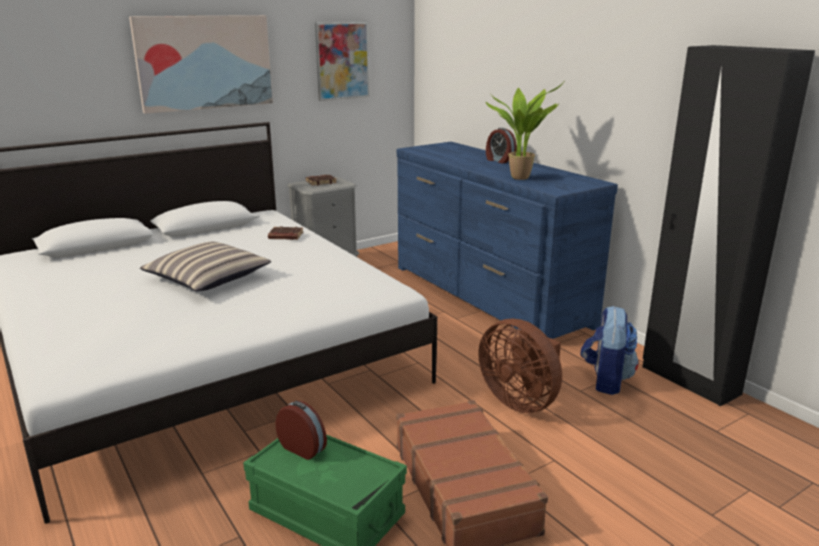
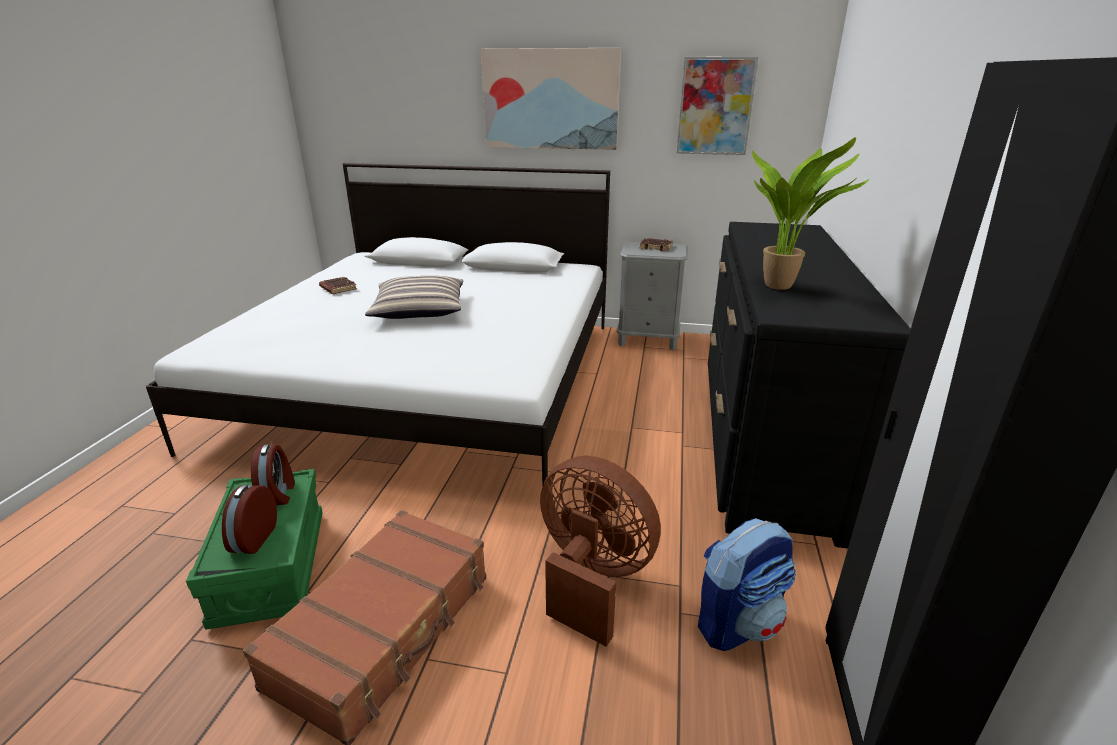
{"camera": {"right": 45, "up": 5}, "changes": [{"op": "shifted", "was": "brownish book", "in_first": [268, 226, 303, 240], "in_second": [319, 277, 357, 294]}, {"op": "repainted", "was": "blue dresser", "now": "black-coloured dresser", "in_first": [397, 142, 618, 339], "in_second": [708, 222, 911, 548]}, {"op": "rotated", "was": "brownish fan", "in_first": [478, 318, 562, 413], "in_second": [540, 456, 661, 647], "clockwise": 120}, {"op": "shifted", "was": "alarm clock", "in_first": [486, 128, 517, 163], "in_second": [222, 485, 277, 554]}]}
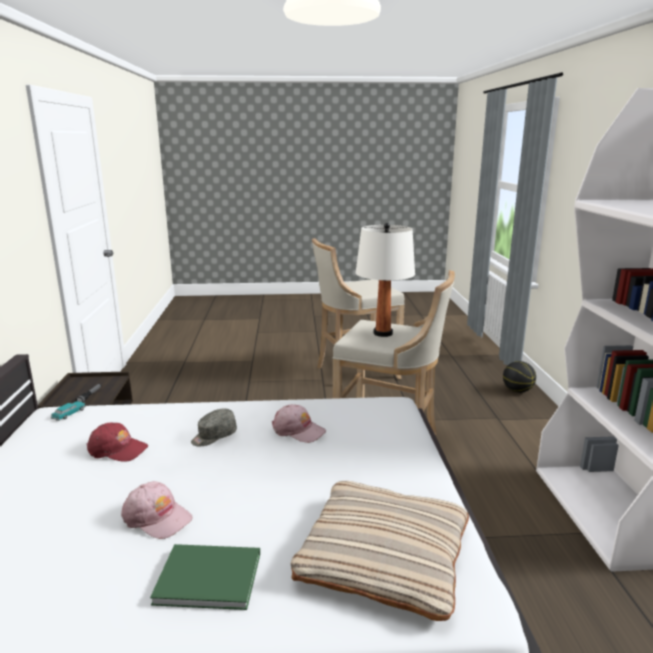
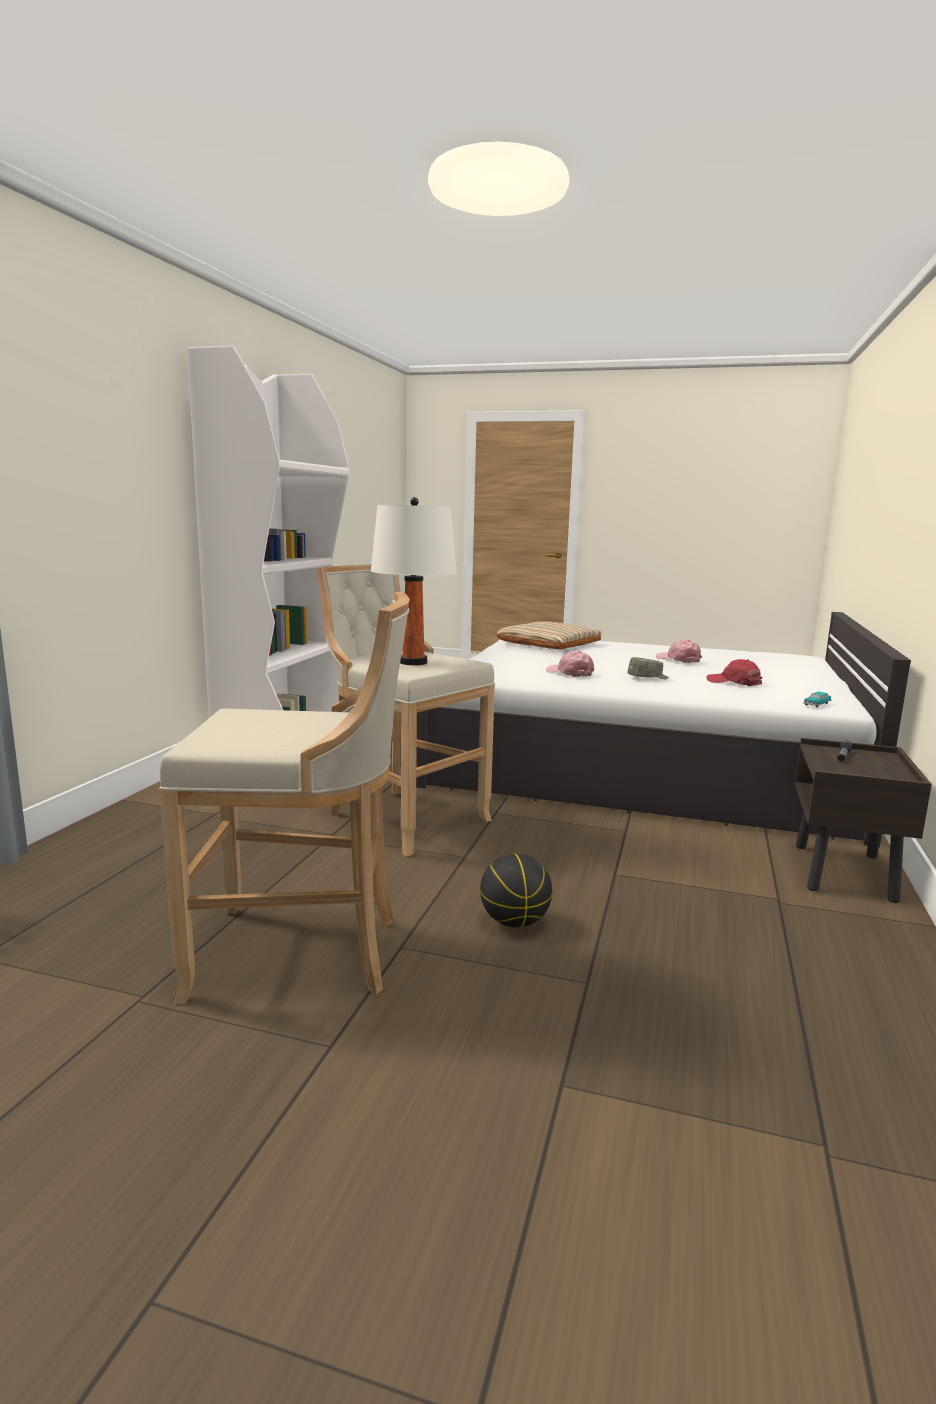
{"camera": {"right": -160, "up": -5}, "changes": [{"op": "gone", "was": "green book", "in_first": [150, 544, 260, 610]}, {"op": "shifted", "was": "basketball", "in_first": [503, 361, 536, 393], "in_second": [480, 853, 552, 927]}]}
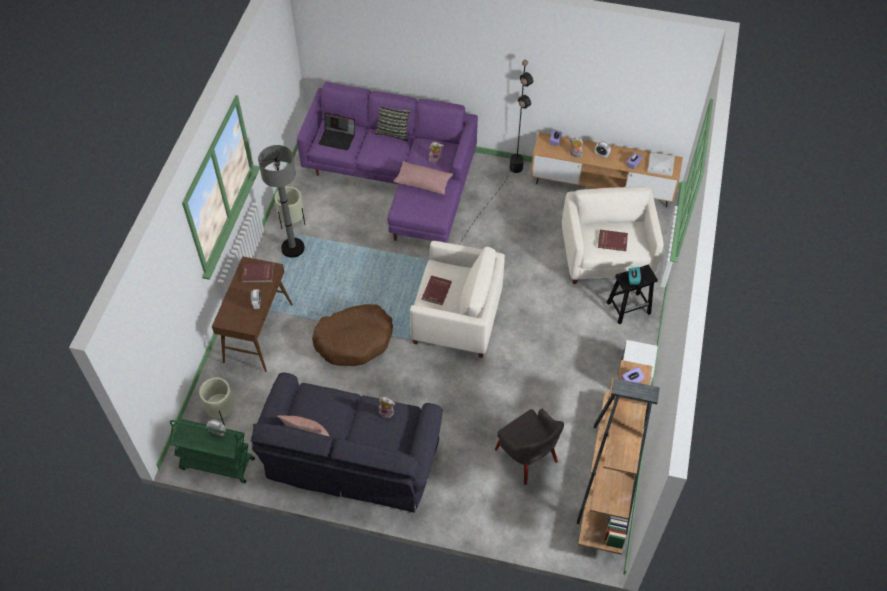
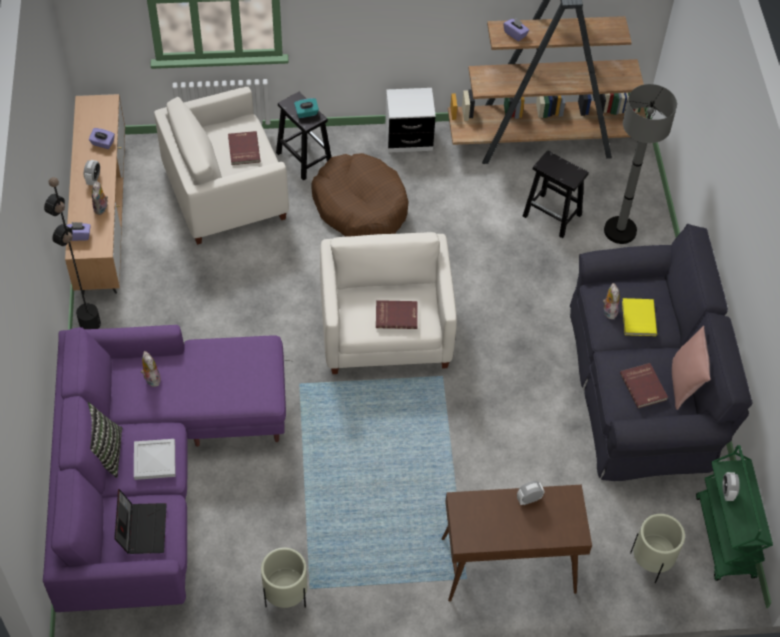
{"camera": {"right": -110, "up": 0}, "changes": [{"op": "shifted", "was": "red book", "in_first": [242, 262, 274, 282], "in_second": [620, 363, 668, 408]}, {"op": "shifted", "was": "grey standing lamp", "in_first": [258, 145, 305, 258], "in_second": [604, 84, 677, 244]}, {"op": "shifted", "was": "brownish dog bed", "in_first": [312, 304, 393, 366], "in_second": [312, 153, 409, 237]}, {"op": "gone", "was": "pink-coloured cushion", "in_first": [393, 161, 453, 195]}, {"op": "swapped", "was": "grey lounge chair", "now": "black-coloured sitting stool", "in_first": [495, 409, 564, 485], "in_second": [523, 150, 589, 238]}, {"op": "shifted", "was": "white-coloured serving tray", "in_first": [648, 152, 675, 176], "in_second": [134, 439, 176, 480]}, {"op": "new", "now": "yellowish book", "in_second": [622, 298, 657, 336]}]}
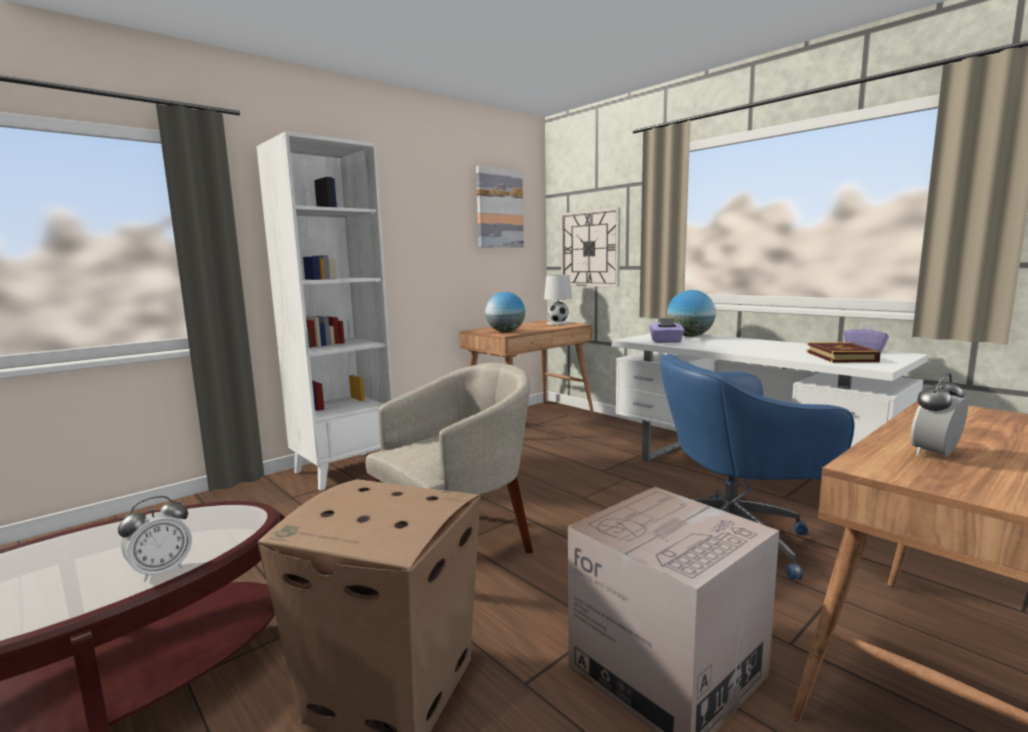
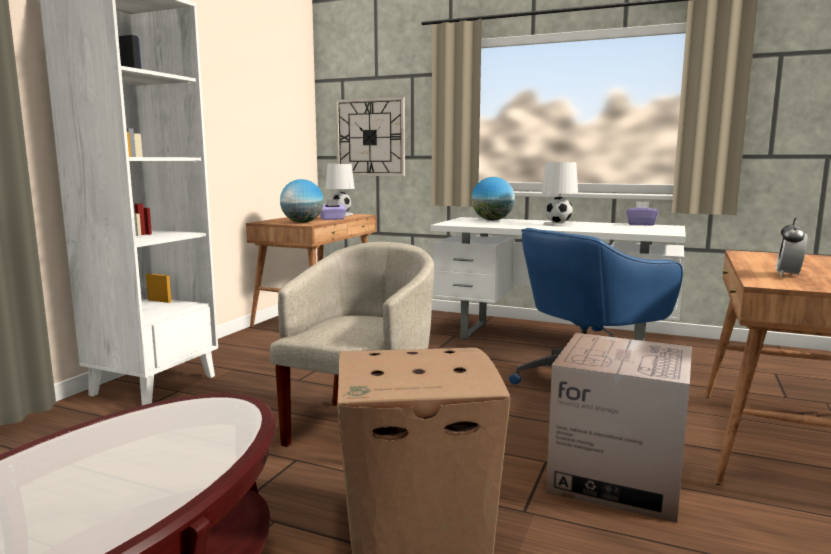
{"camera": {"right": -25, "up": 0}, "changes": [{"op": "gone", "was": "alarm clock", "in_first": [118, 496, 192, 582]}, {"op": "gone", "was": "wall art", "in_first": [476, 166, 524, 247]}, {"op": "shifted", "was": "purple box of tissues", "in_first": [649, 318, 685, 343], "in_second": [320, 199, 347, 220]}, {"op": "gone", "was": "book", "in_first": [806, 342, 881, 363]}, {"op": "new", "now": "white-coloured tabletop lamp", "in_second": [541, 162, 578, 226]}]}
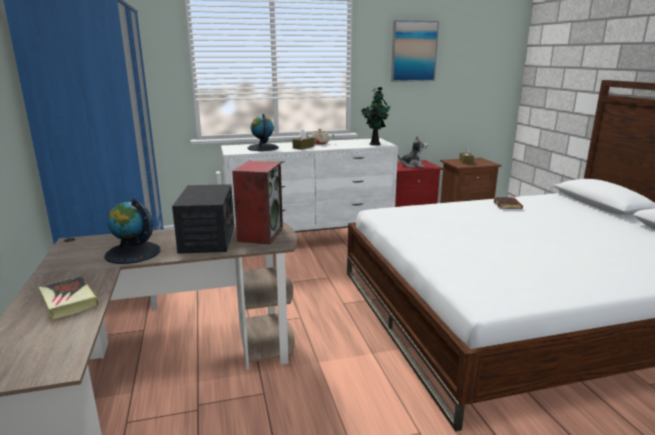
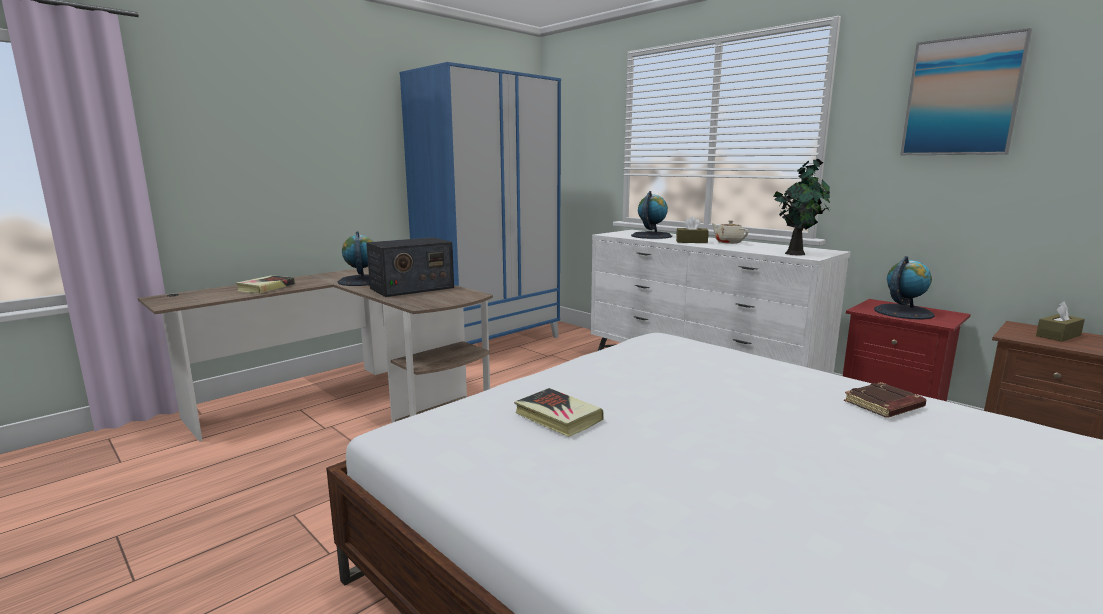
{"camera": {"right": 60, "up": -5}, "changes": [{"op": "gone", "was": "speaker", "in_first": [232, 161, 283, 244]}, {"op": "swapped", "was": "soft toy", "now": "world globe", "in_first": [398, 136, 427, 168], "in_second": [874, 256, 935, 320]}, {"op": "new", "now": "book", "in_second": [514, 388, 604, 437]}]}
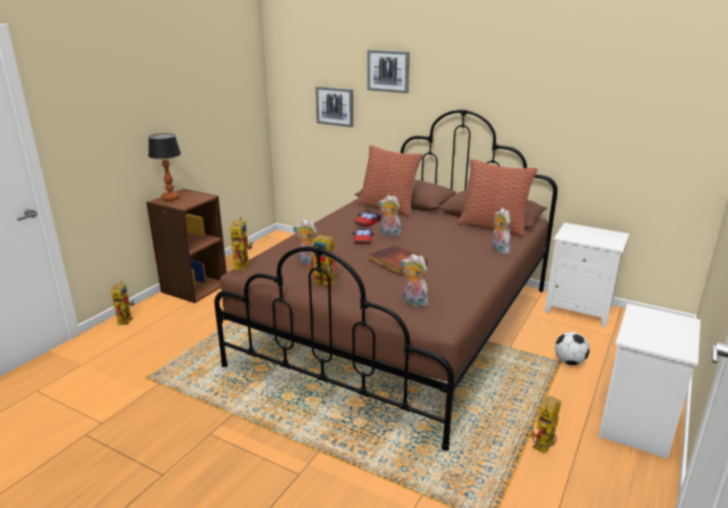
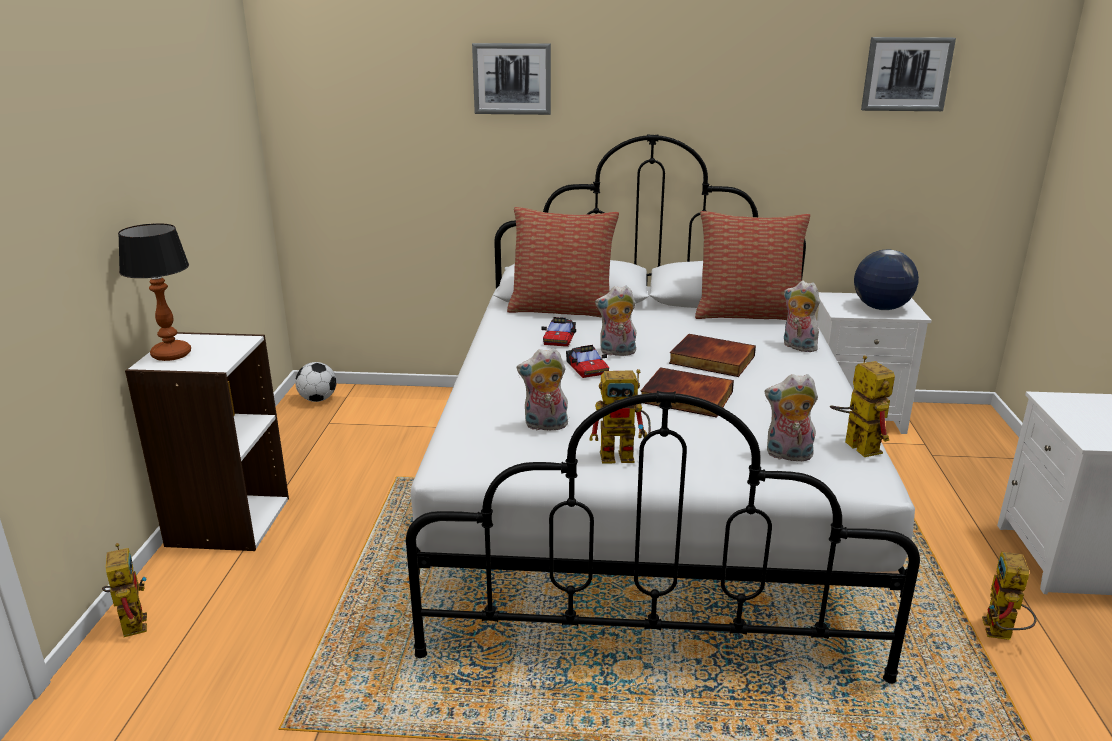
{"camera": {"right": -25, "up": 0}, "changes": [{"op": "repainted", "was": "brownish shelving unit", "now": "white-coloured shelving unit", "in_first": [146, 189, 227, 303], "in_second": [125, 332, 289, 551]}, {"op": "repainted", "was": "brownish bed", "now": "white-coloured bed", "in_first": [214, 109, 558, 451], "in_second": [406, 134, 920, 684]}, {"op": "shifted", "was": "model robot", "in_first": [230, 217, 253, 271], "in_second": [830, 355, 895, 457]}, {"op": "shifted", "was": "wall art", "in_first": [316, 86, 353, 127], "in_second": [861, 37, 956, 111]}, {"op": "shifted", "was": "football ball", "in_first": [555, 332, 590, 365], "in_second": [295, 362, 337, 402]}, {"op": "new", "now": "book", "in_second": [669, 334, 756, 377]}, {"op": "new", "now": "world globe", "in_second": [854, 250, 919, 310]}]}
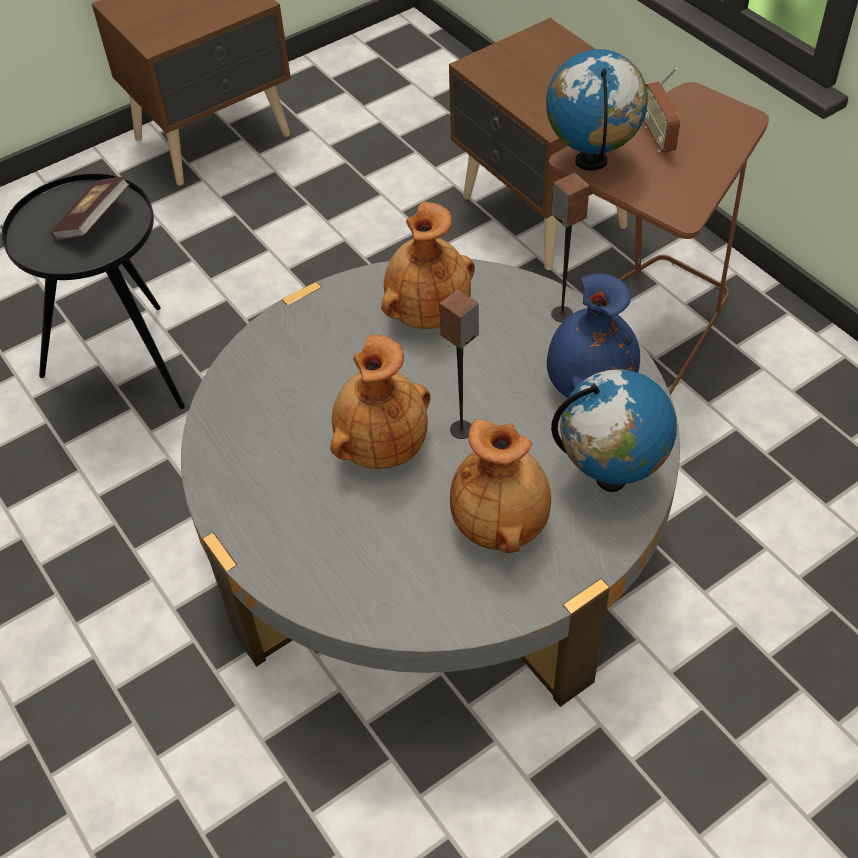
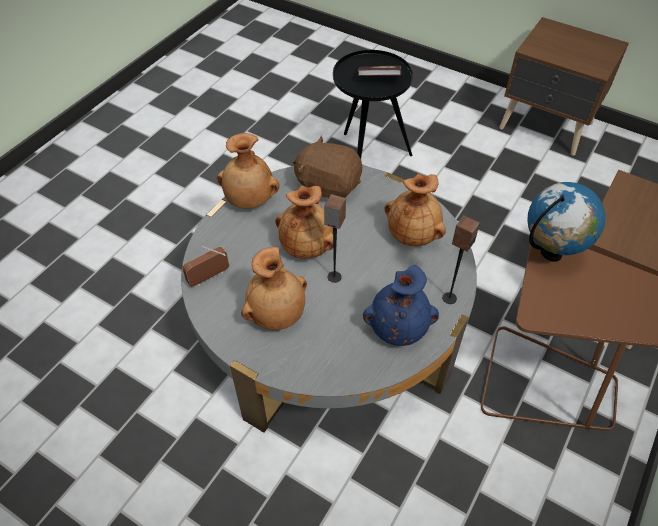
{"camera": {"right": 65, "up": 0}, "changes": [{"op": "gone", "was": "world globe", "in_first": [551, 369, 677, 492]}, {"op": "shifted", "was": "radio", "in_first": [644, 68, 680, 152], "in_second": [182, 246, 229, 287]}, {"op": "new", "now": "brownish decorative vase", "in_second": [217, 133, 279, 209]}, {"op": "new", "now": "brownish soft toy", "in_second": [293, 136, 362, 198]}]}
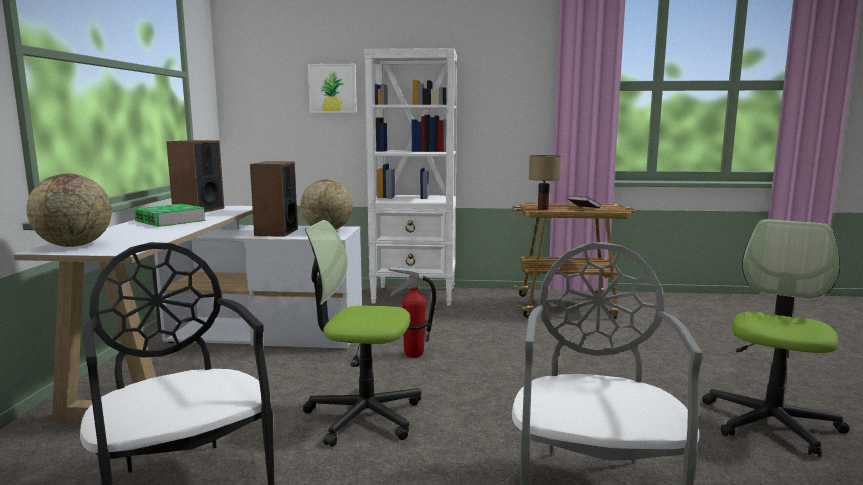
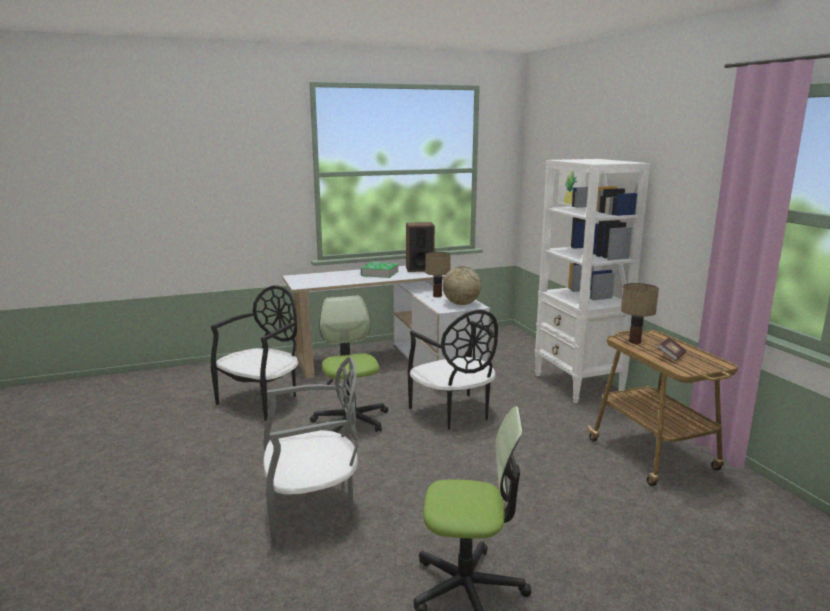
{"camera": {"right": 65, "up": 5}, "changes": [{"op": "gone", "was": "world globe", "in_first": [26, 174, 112, 247]}, {"op": "swapped", "was": "speaker", "now": "tabletop lamp", "in_first": [250, 161, 298, 237], "in_second": [425, 252, 451, 297]}, {"op": "swapped", "was": "extinguisher", "now": "black-coloured plain chair", "in_first": [388, 267, 436, 358], "in_second": [408, 310, 498, 430]}]}
